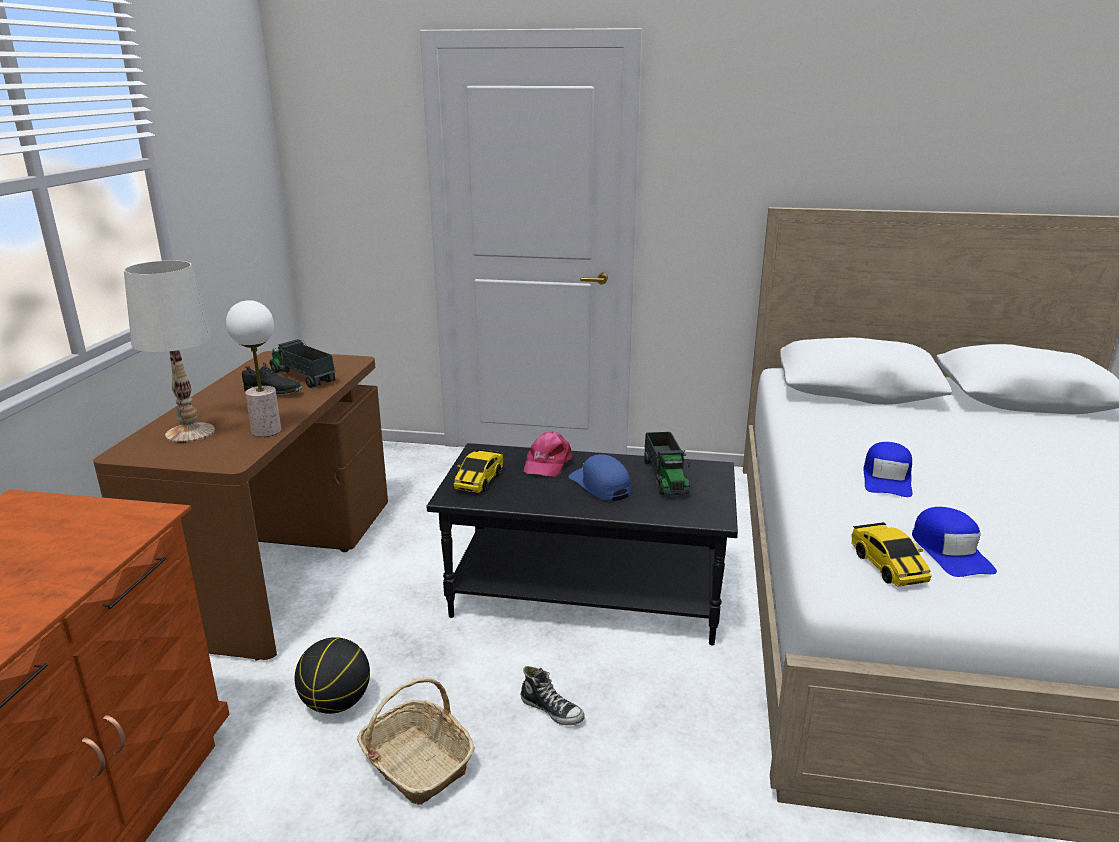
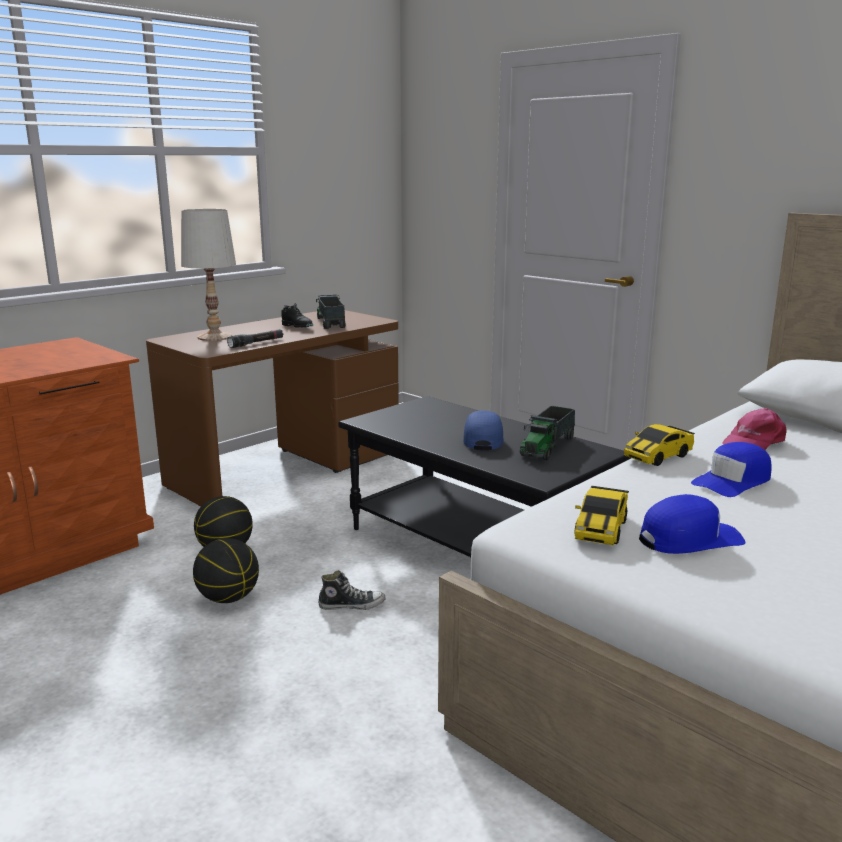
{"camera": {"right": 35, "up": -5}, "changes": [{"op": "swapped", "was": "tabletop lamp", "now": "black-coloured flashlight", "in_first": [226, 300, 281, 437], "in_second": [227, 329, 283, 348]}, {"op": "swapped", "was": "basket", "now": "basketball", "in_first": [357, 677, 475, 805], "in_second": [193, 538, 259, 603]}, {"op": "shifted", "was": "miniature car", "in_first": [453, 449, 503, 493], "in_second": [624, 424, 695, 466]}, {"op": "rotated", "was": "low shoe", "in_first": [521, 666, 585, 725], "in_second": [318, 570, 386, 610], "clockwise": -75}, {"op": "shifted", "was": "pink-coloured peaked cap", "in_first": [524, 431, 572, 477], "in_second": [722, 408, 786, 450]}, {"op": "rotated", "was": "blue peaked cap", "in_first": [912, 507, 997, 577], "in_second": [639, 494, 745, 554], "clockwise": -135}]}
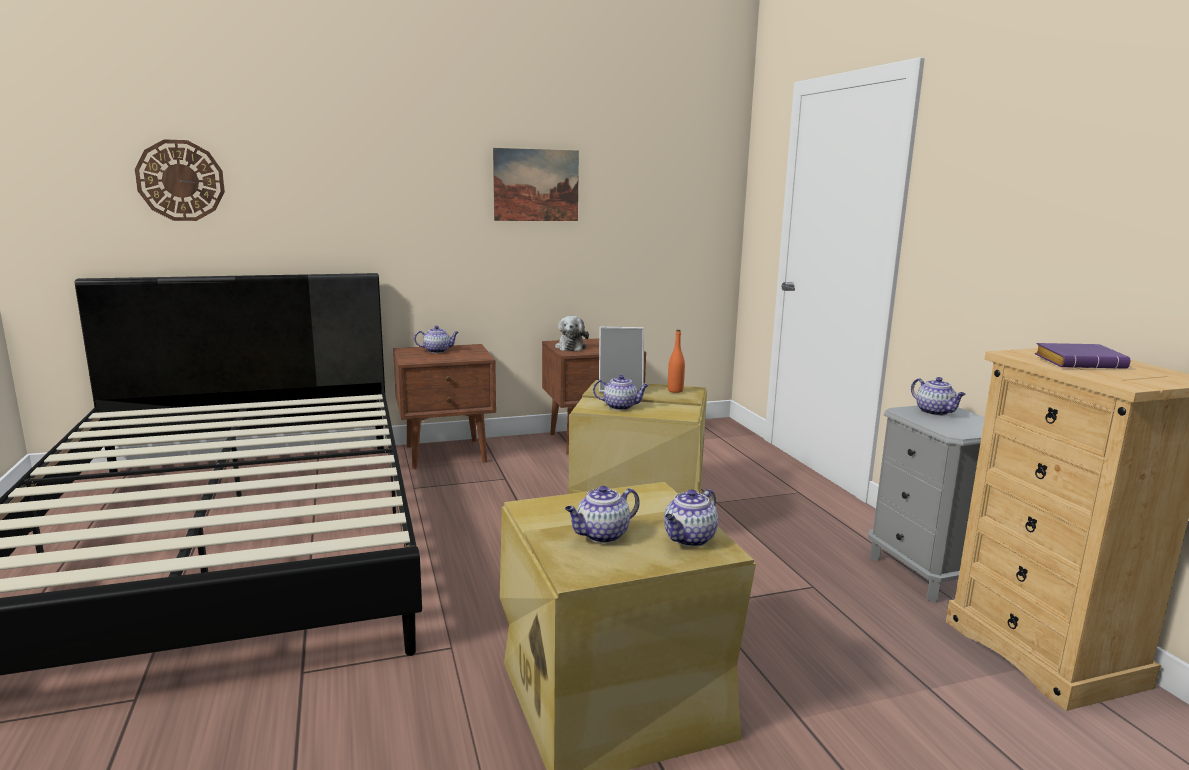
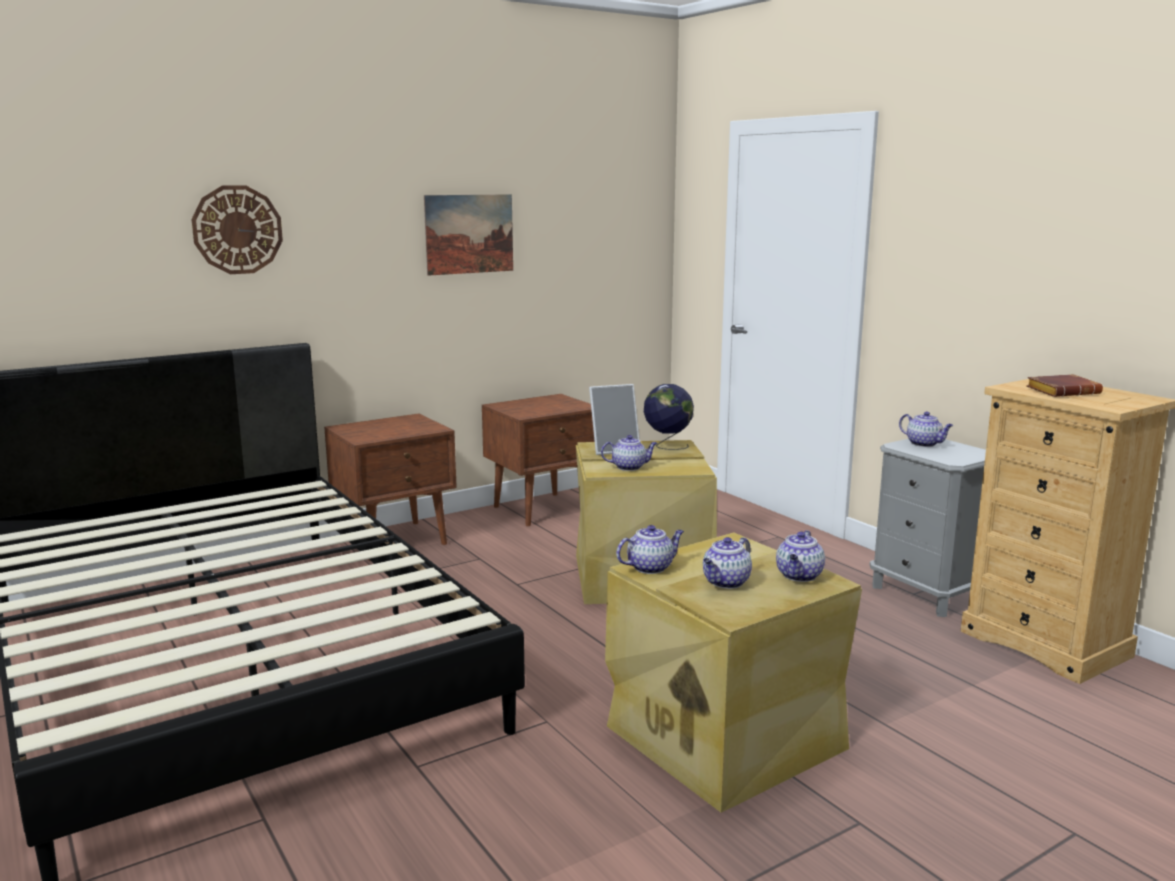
{"camera": {"right": -15, "up": 0}, "changes": [{"op": "shifted", "was": "clock on the wall", "in_first": [135, 139, 225, 221], "in_second": [191, 186, 283, 274]}, {"op": "shifted", "was": "pot for tea", "in_first": [414, 326, 459, 353], "in_second": [616, 525, 684, 574]}, {"op": "gone", "was": "soft toy", "in_first": [555, 316, 589, 351]}, {"op": "swapped", "was": "orange-coloured bottle", "now": "world globe", "in_first": [668, 330, 685, 393], "in_second": [644, 384, 694, 450]}, {"op": "repainted", "was": "purple book", "now": "brownish book", "in_first": [1034, 343, 1130, 369], "in_second": [1027, 374, 1103, 397]}]}
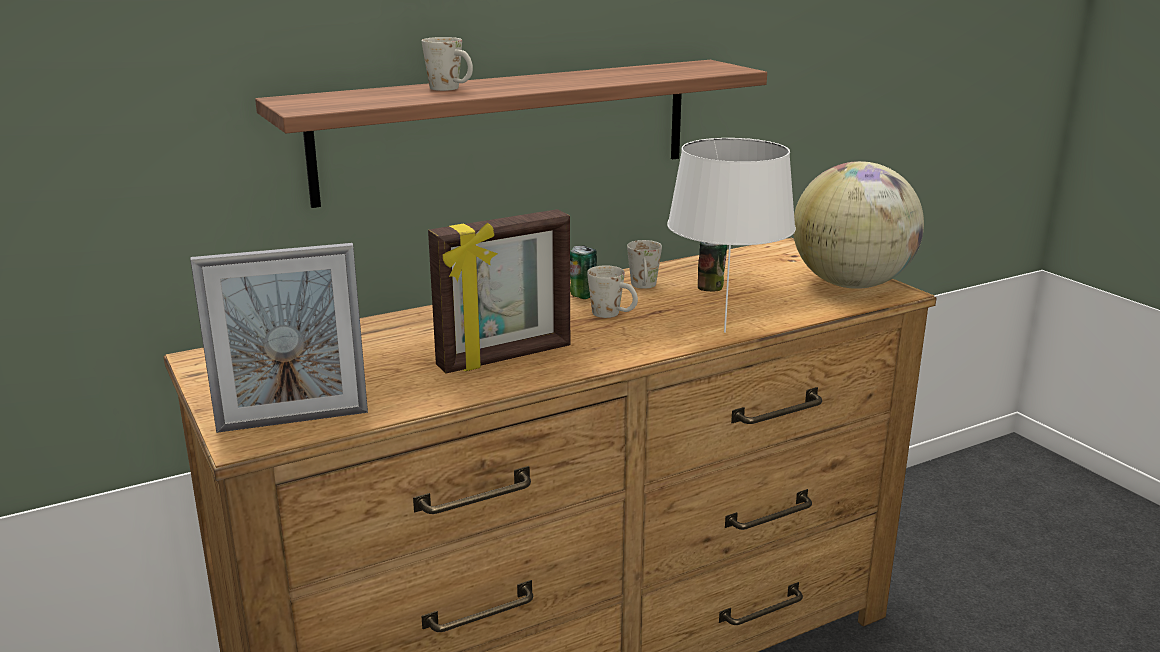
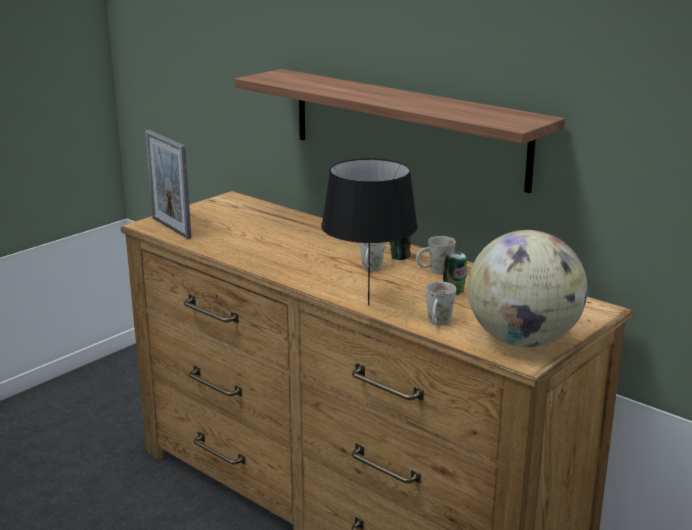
{"camera": {"right": 70, "up": 0}, "changes": [{"op": "shifted", "was": "white-coloured mug", "in_first": [422, 37, 473, 91], "in_second": [425, 282, 456, 326]}, {"op": "gone", "was": "standing frame", "in_first": [428, 209, 570, 374]}, {"op": "repainted", "was": "white-coloured tabletop lamp", "now": "black-coloured tabletop lamp", "in_first": [667, 138, 796, 333], "in_second": [321, 158, 418, 306]}]}
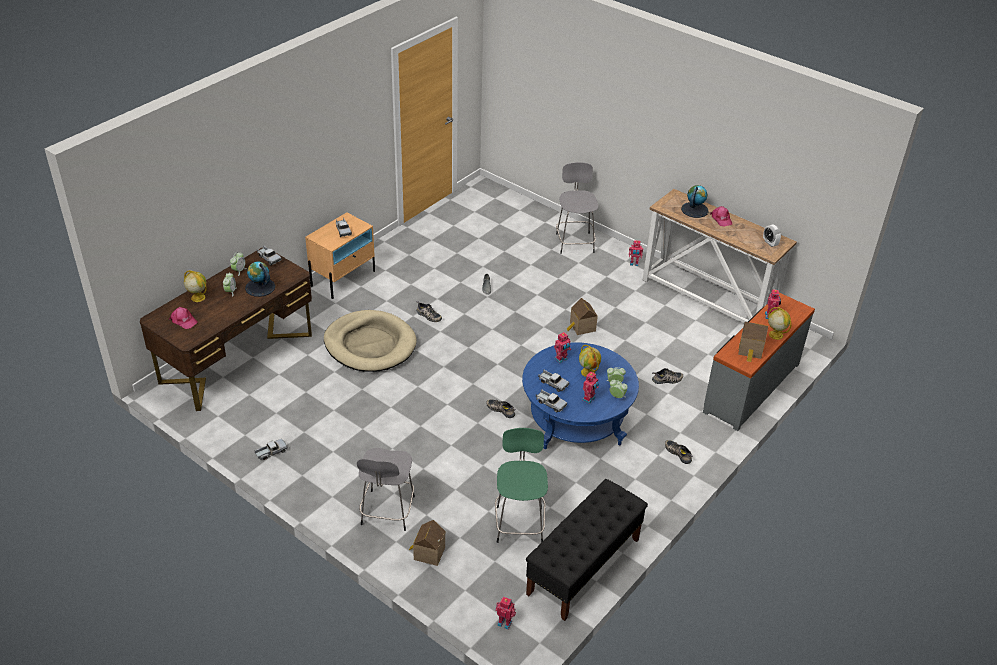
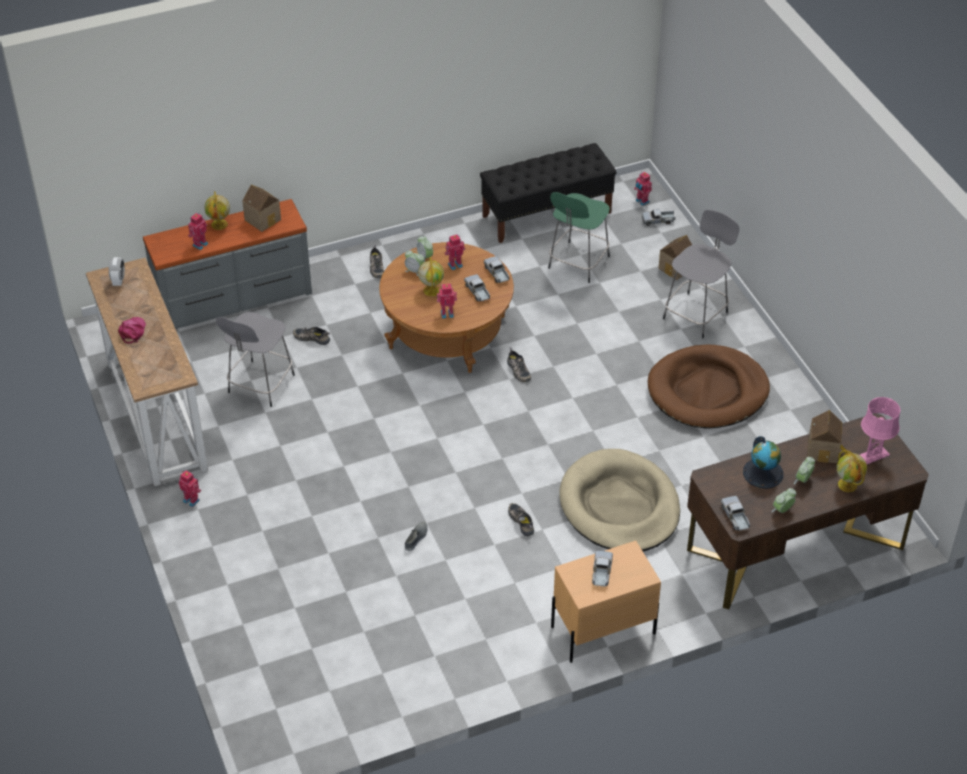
{"camera": {"right": -150, "up": 5}, "changes": [{"op": "swapped", "was": "pink-coloured peaked cap", "now": "pink-coloured tabletop lamp", "in_first": [169, 307, 197, 329], "in_second": [860, 397, 901, 464]}, {"op": "shifted", "was": "model truck", "in_first": [255, 439, 287, 460], "in_second": [642, 209, 675, 226]}, {"op": "repainted", "was": "blue lounge table", "now": "brownish lounge table", "in_first": [522, 342, 639, 449], "in_second": [379, 242, 514, 373]}, {"op": "shifted", "was": "grey sitting stool", "in_first": [556, 162, 598, 254], "in_second": [216, 312, 295, 407]}, {"op": "shifted", "was": "model house", "in_first": [567, 298, 598, 335], "in_second": [807, 410, 848, 464]}, {"op": "gone", "was": "world globe", "in_first": [681, 185, 709, 218]}, {"op": "new", "now": "brownish dog bed", "in_second": [648, 344, 770, 429]}]}
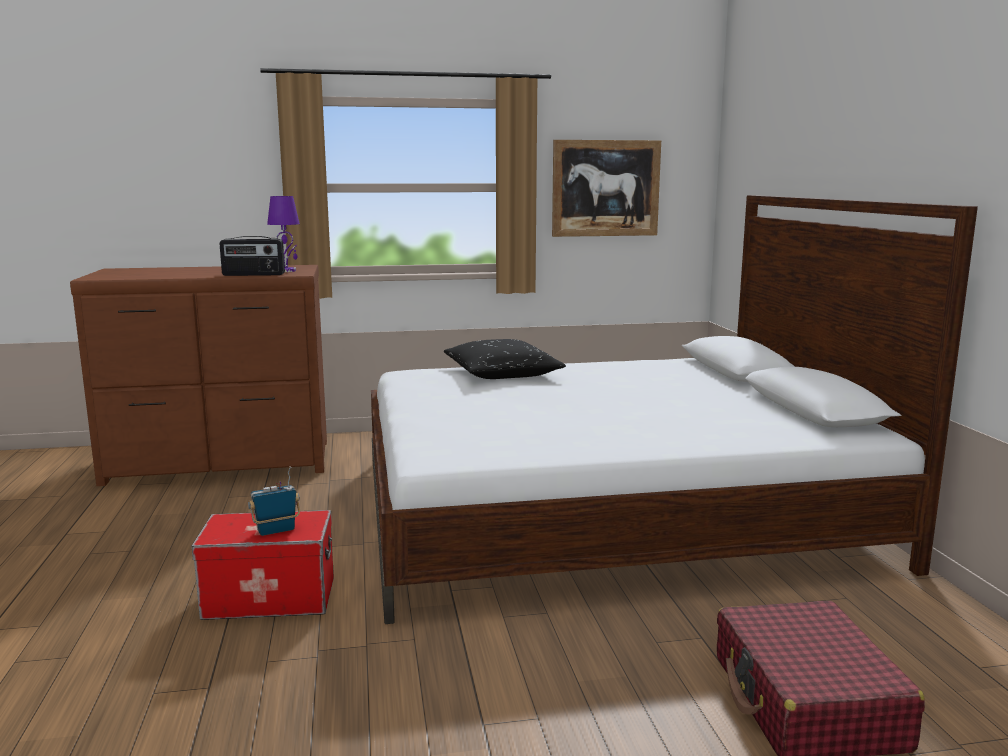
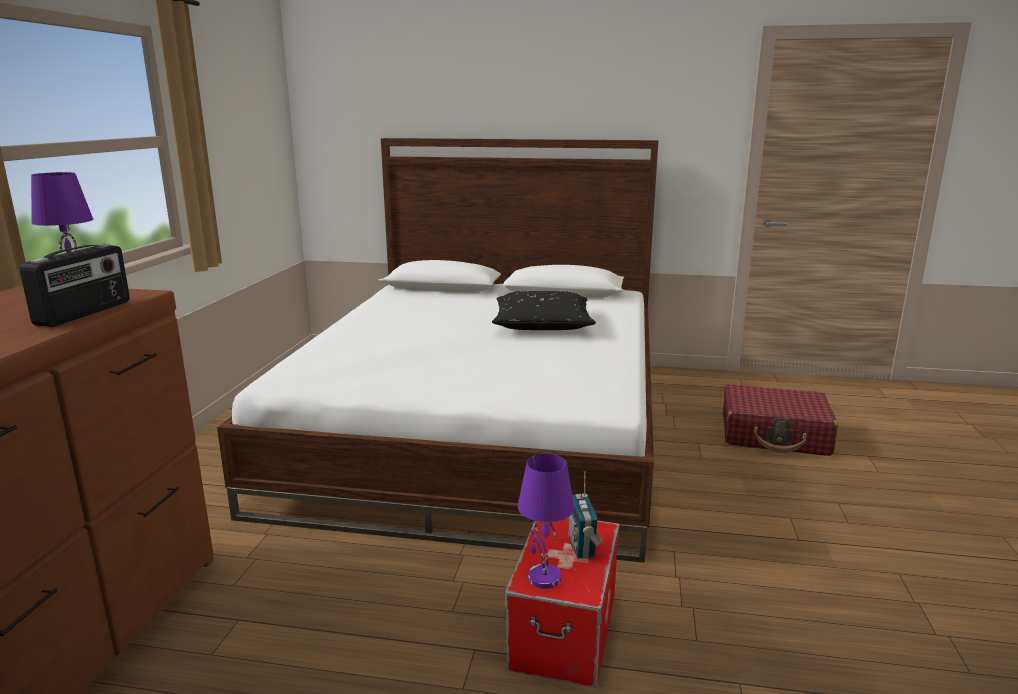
{"camera": {"right": -70, "up": 5}, "changes": [{"op": "shifted", "was": "black-coloured cushion", "in_first": [444, 339, 566, 379], "in_second": [492, 291, 596, 330]}, {"op": "gone", "was": "wall art", "in_first": [552, 140, 661, 237]}, {"op": "new", "now": "purple tabletop lamp", "in_second": [518, 453, 574, 589]}]}
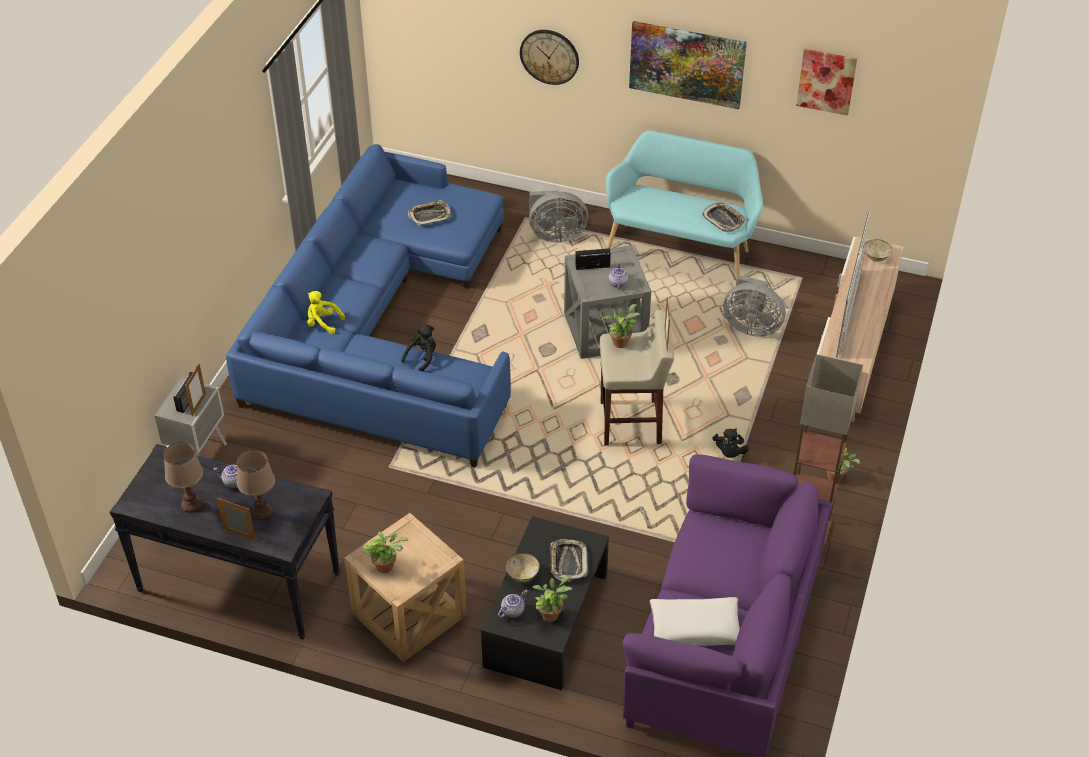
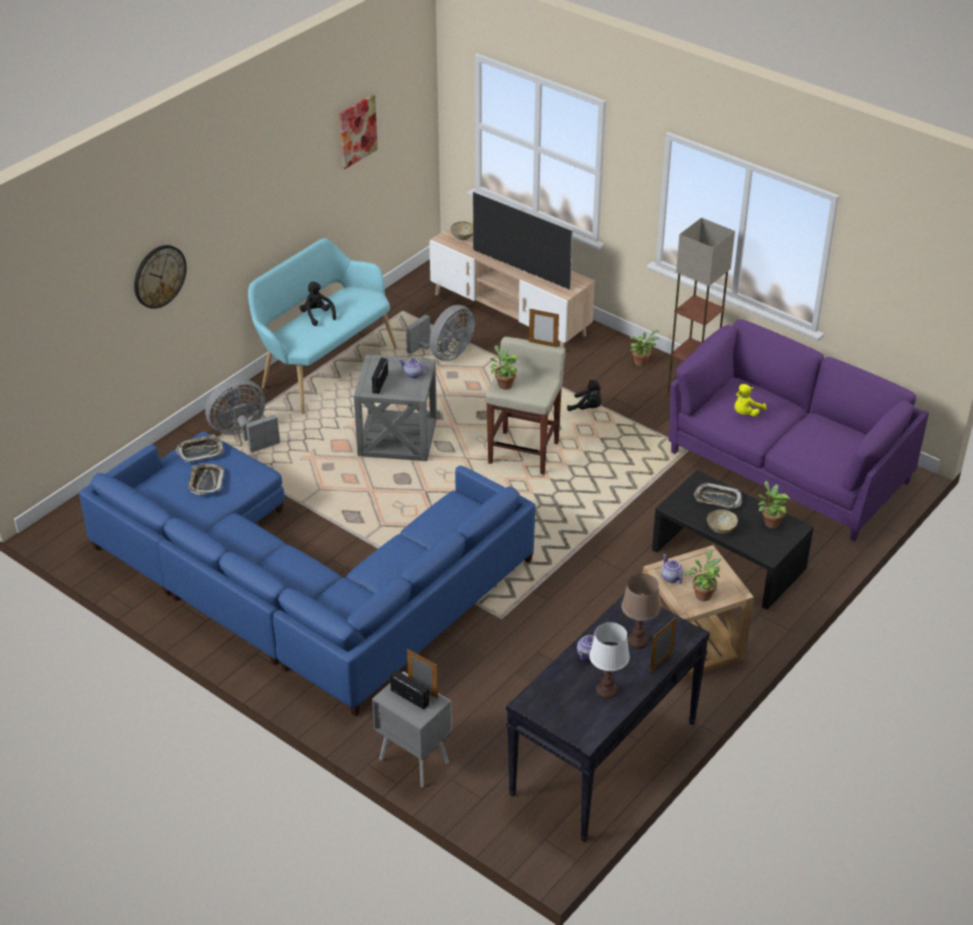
{"camera": {"right": -70, "up": -5}, "changes": [{"op": "repainted", "was": "brownish tabletop lamp", "now": "white-coloured tabletop lamp", "in_first": [164, 442, 203, 513], "in_second": [589, 622, 630, 699]}, {"op": "shifted", "was": "yellowish soft toy", "in_first": [307, 291, 345, 334], "in_second": [734, 384, 766, 417]}, {"op": "shifted", "was": "black-coloured soft toy", "in_first": [401, 325, 436, 371], "in_second": [299, 282, 336, 326]}, {"op": "shifted", "was": "pot for tea", "in_first": [498, 590, 527, 618], "in_second": [661, 554, 683, 584]}, {"op": "rotated", "was": "grey fan", "in_first": [529, 190, 588, 243], "in_second": [205, 378, 280, 453], "clockwise": -135}, {"op": "gone", "was": "wall art", "in_first": [629, 21, 747, 109]}, {"op": "gone", "was": "white-coloured cushion", "in_first": [649, 597, 740, 646]}, {"op": "shifted", "was": "serving tray", "in_first": [702, 202, 746, 232], "in_second": [176, 435, 224, 462]}]}
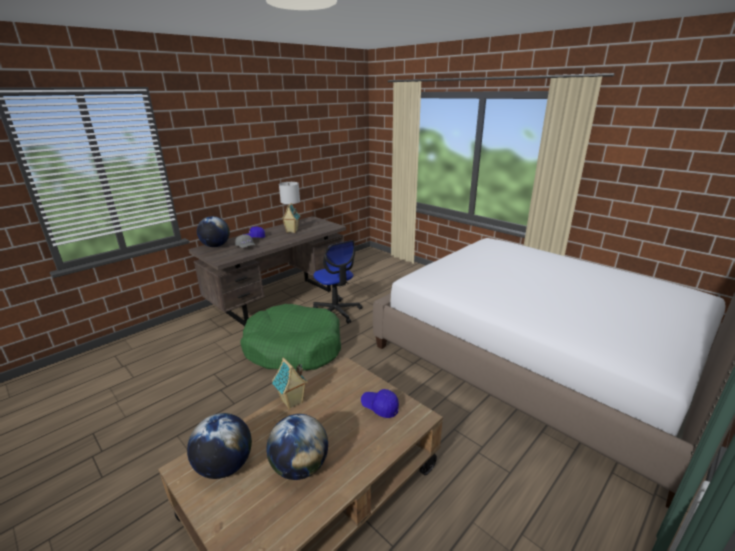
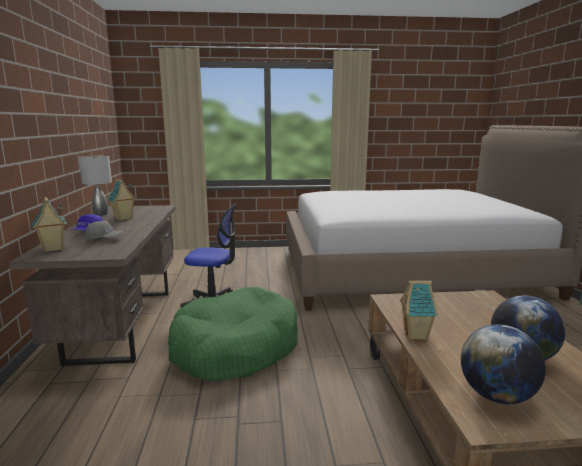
{"camera": {"right": -50, "up": -10}, "changes": [{"op": "swapped", "was": "world globe", "now": "model house", "in_first": [197, 216, 230, 247], "in_second": [32, 197, 67, 252]}, {"op": "gone", "was": "blue peaked cap", "in_first": [361, 389, 399, 418]}]}
